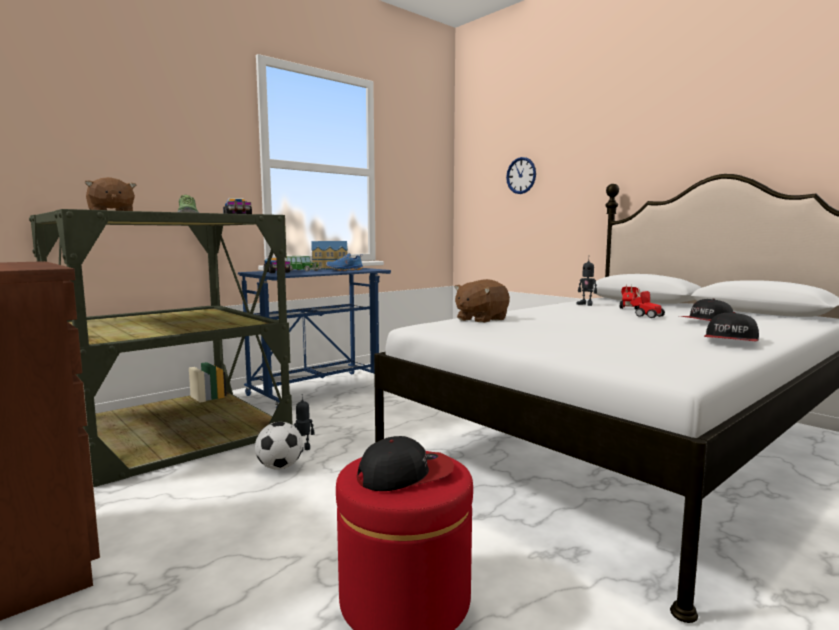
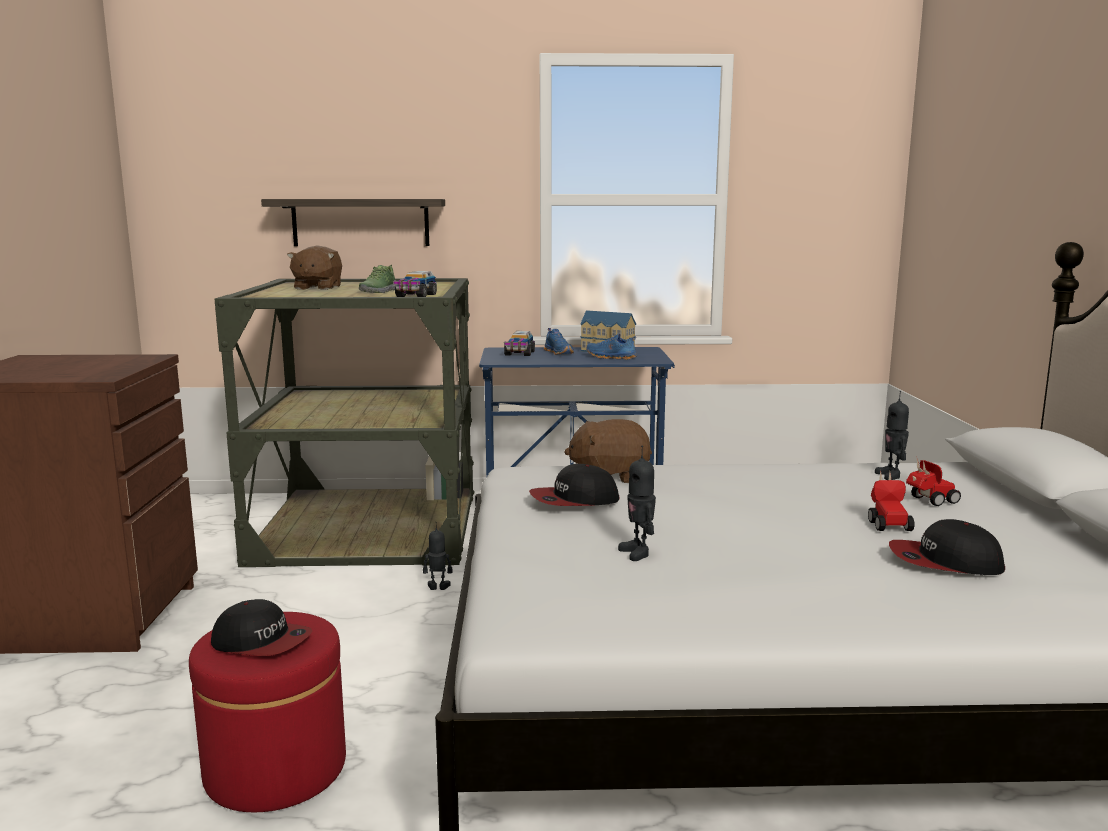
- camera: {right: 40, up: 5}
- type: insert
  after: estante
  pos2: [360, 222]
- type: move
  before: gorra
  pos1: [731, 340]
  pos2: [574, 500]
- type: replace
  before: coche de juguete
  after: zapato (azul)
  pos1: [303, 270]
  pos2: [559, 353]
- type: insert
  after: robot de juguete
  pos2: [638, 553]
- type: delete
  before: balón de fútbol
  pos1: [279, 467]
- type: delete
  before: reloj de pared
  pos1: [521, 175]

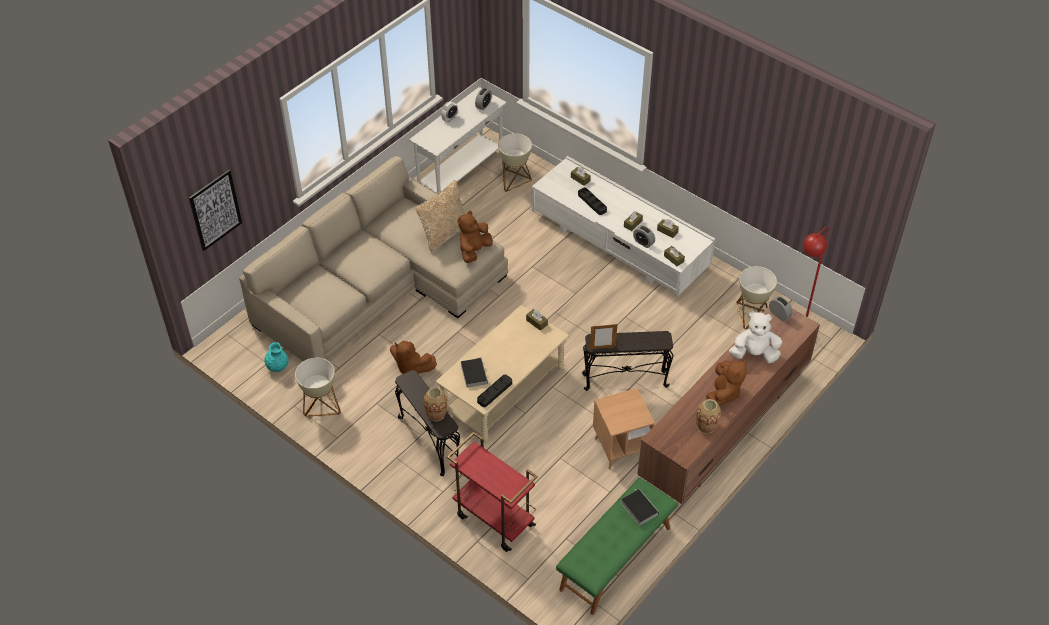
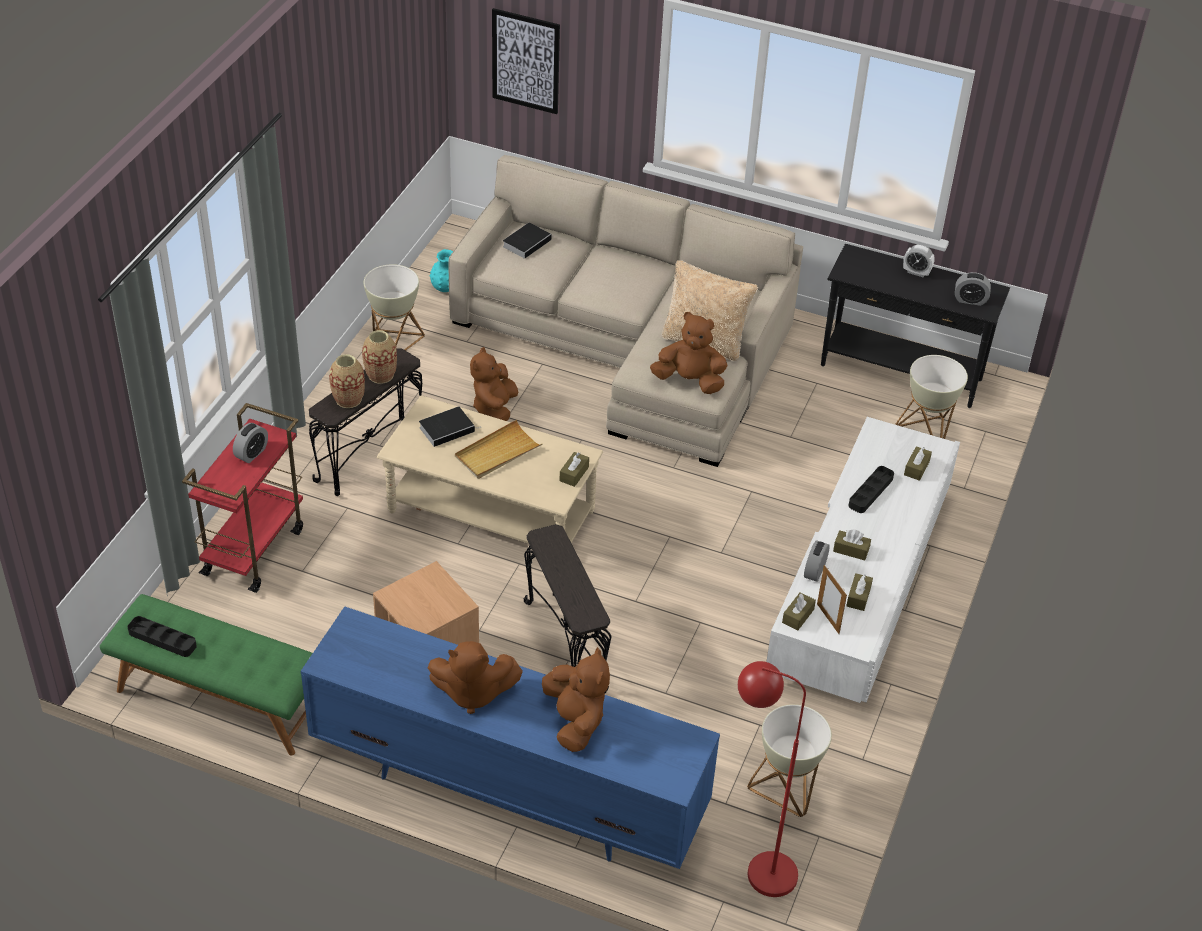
- camera: {right: 70, up: -5}
- type: move
  before: bandeja (negro)
  pos1: [494, 392]
  pos2: [162, 639]
- type: move
  before: despertador
  pos1: [779, 314]
  pos2: [251, 453]
- type: recolor
  before: armario (marrón)
  after: armario (azul)
  pos1: [724, 432]
  pos2: [505, 794]
- type: move
  before: florero
  pos1: [706, 426]
  pos2: [380, 375]
- type: insert
  after: bandeja (beis)
  pos2: [497, 453]
- type: move
  before: libro
  pos1: [638, 508]
  pos2: [527, 242]
- type: recolor
  before: peluche (blanco)
  after: peluche (marrón)
  pos1: [754, 354]
  pos2: [575, 721]
- type: move
  before: portarretratos
  pos1: [602, 347]
  pos2: [828, 619]
- type: recolor
  before: mesa consola (blanco)
  after: mesa consola (negro)
  pos1: [460, 173]
  pos2: [902, 372]

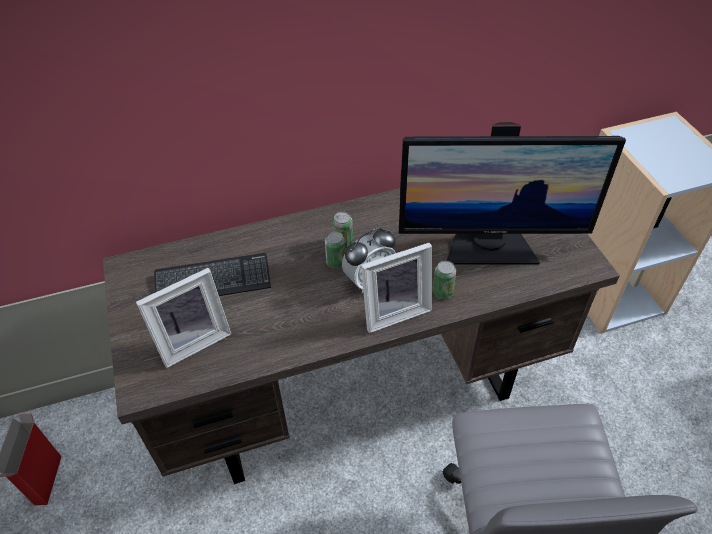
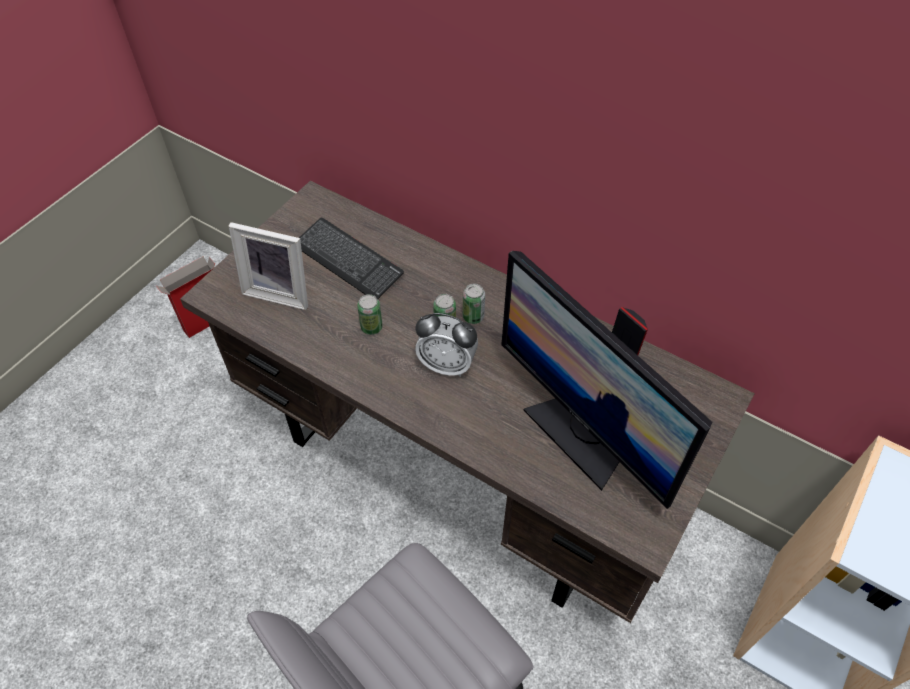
- camera: {right: 50, up: 5}
- type: move
  before: lata
  pos1: [442, 292]
  pos2: [371, 327]
- type: delete
  before: portarretratos
  pos1: [394, 310]

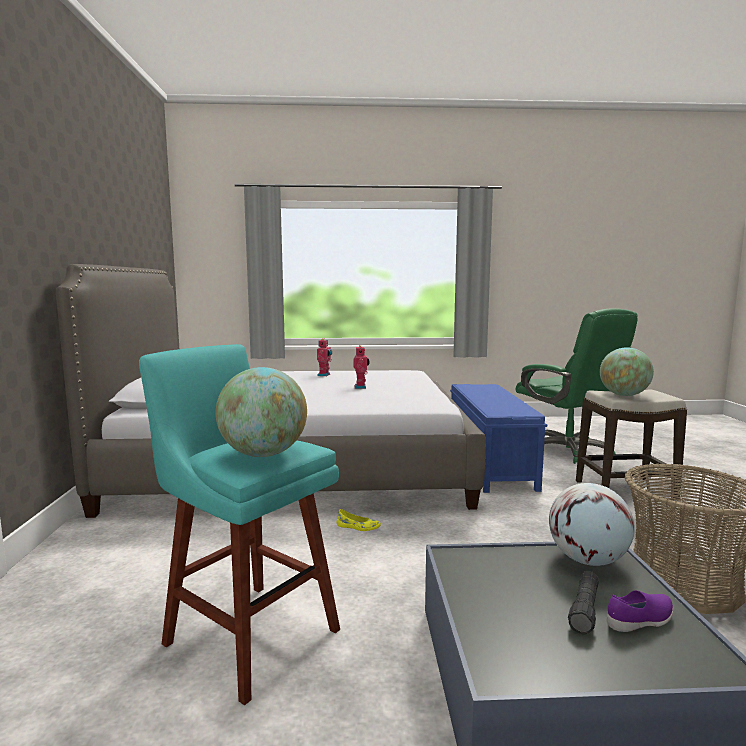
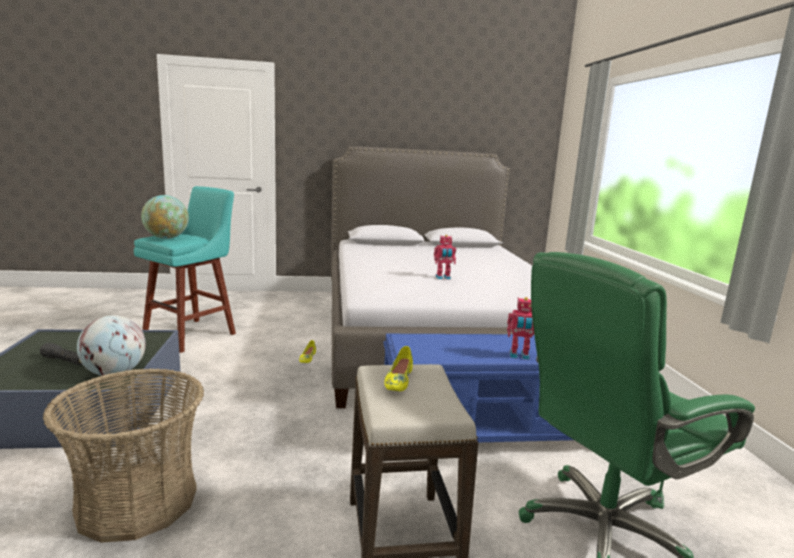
- camera: {right: 85, up: 5}
- type: replace
  before: globo terráqueo
  after: zapato (amarillo)
  pos1: [624, 395]
  pos2: [398, 379]
- type: move
  before: robot de juguete
  pos1: [324, 375]
  pos2: [519, 356]
- type: delete
  before: zapato (morado)
  pos1: [640, 621]

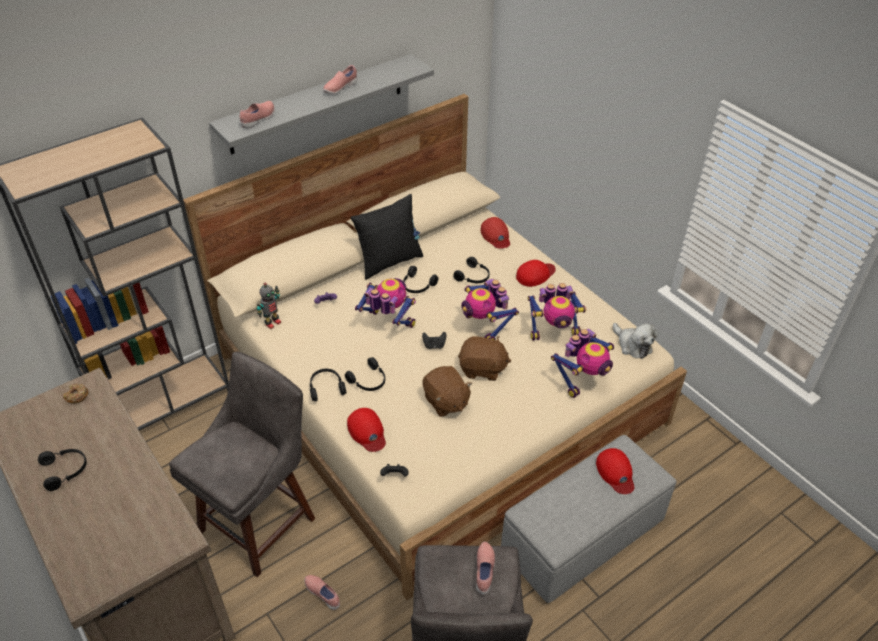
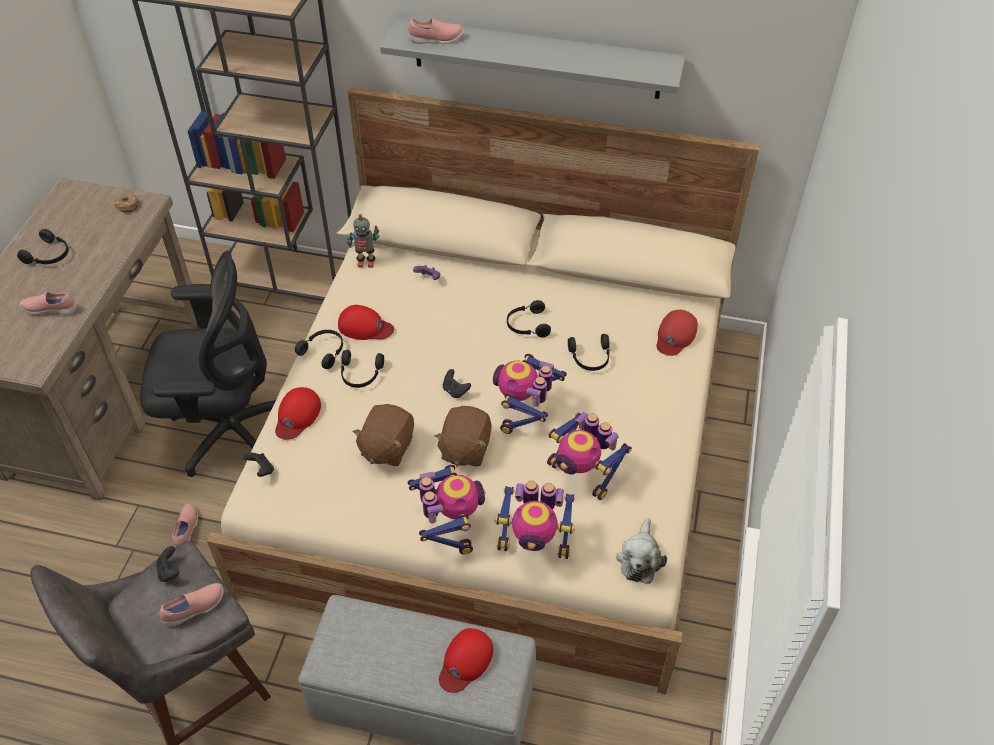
- camera: {right: 50, up: 5}
- type: move
  before: zapato (rosa)
  pos1: [340, 88]
  pos2: [50, 310]
- type: replace
  before: taburete (gris)
  after: silla de oficina (negro)
  pos1: [260, 521]
  pos2: [224, 432]
- type: insert
  after: mando de consola (negro)
  pos2: [169, 571]
- type: move
  before: gorra (rojo)
  pos1: [535, 275]
  pos2: [365, 327]
- type: move
  before: robot de juguete
  pos1: [388, 323]
  pos2: [448, 526]
- type: rotate
  before: peluche (marrón)
  pos1: [482, 369]
  pos2: [464, 449]
  turn: 45
- type: delete
  before: cojín (negro)
  pos1: [389, 262]

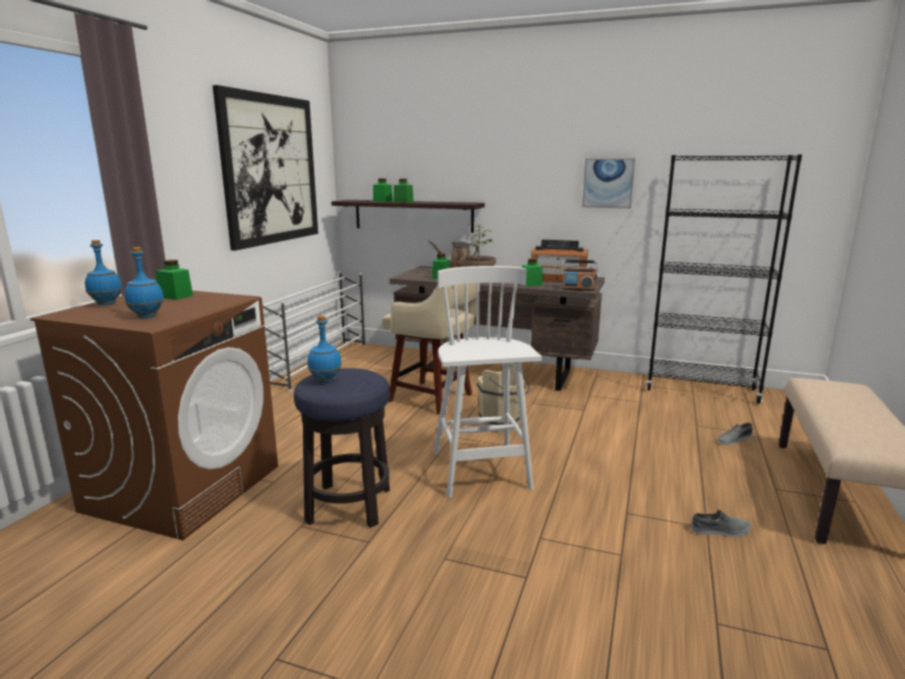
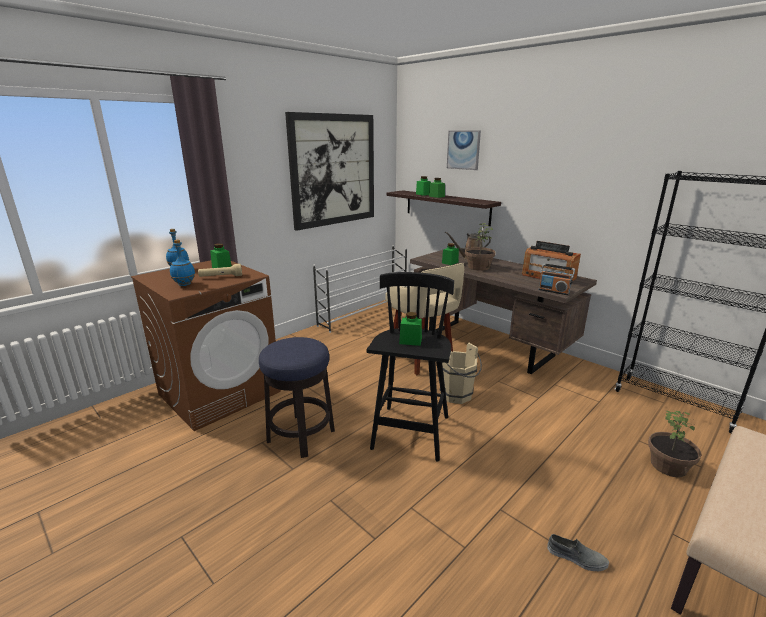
- camera: {right: 25, up: 5}
- type: insert
  after: linterna (beis)
  pos2: [221, 277]
- type: recolor
  before: taburete (blanco)
  after: taburete (negro)
  pos1: [481, 472]
  pos2: [410, 434]
- type: move
  before: tarro (verde)
  pos1: [531, 284]
  pos2: [410, 341]
- type: move
  before: cuadro
  pos1: [608, 183]
  pos2: [463, 150]
- type: replace
  before: zapato (gris)
  after: planta en maceta
  pos1: [734, 439]
  pos2: [668, 466]
- type: delete
  before: botella (azul)
  pos1: [325, 380]

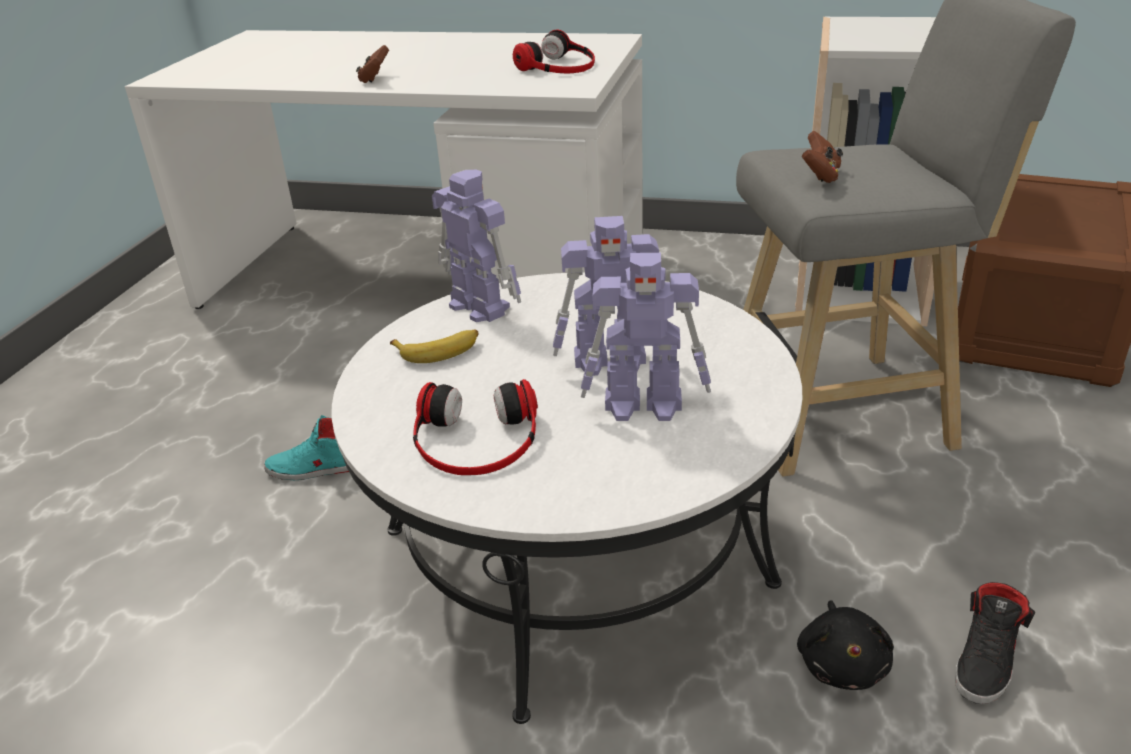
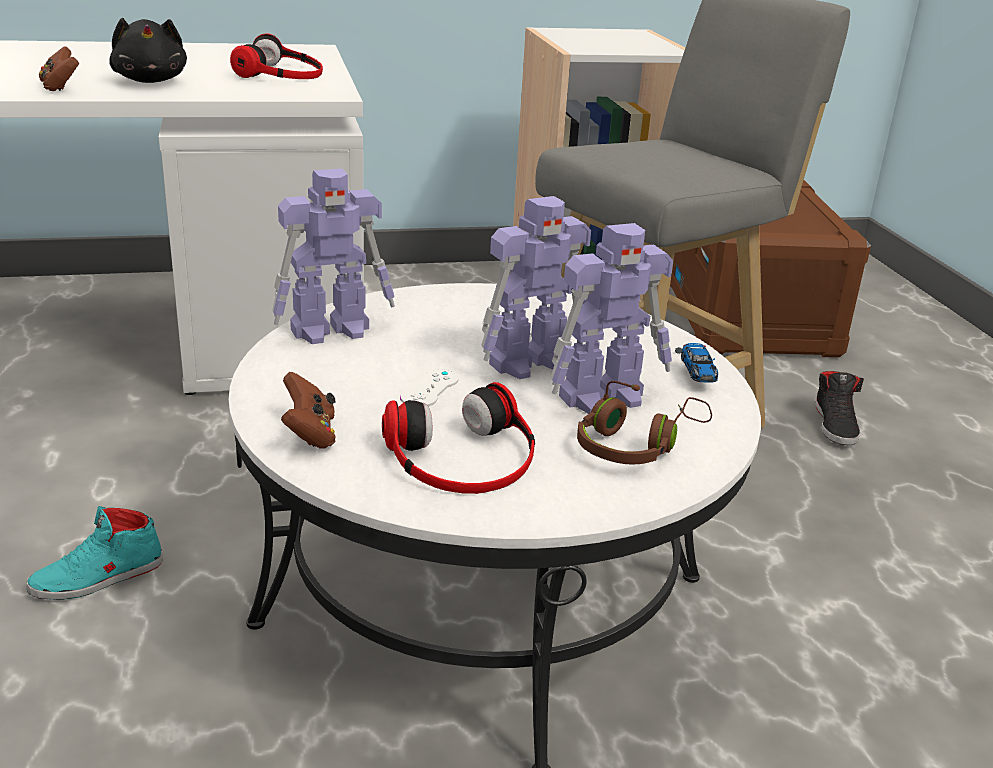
- camera: {right: -30, up: -5}
- type: move
  before: peluche (negro)
  pos1: [842, 664]
  pos2: [151, 81]
- type: rotate
  before: robot de juguete
  pos1: [478, 306]
  pos2: [333, 330]
  turn: 135
- type: move
  before: mando de consola (marrón)
  pos1: [820, 175]
  pos2: [310, 434]
- type: insert
  after: mando de consola (blanco)
  pos2: [429, 388]
- type: insert
  after: auriculares (marrón)
  pos2: [636, 445]
- type: insert
  after: coche de juguete
  pos2: [693, 372]
- type: move
  before: zapato (negro)
  pos1: [987, 659]
  pos2: [835, 425]
- type: delete
  before: plátano
  pos1: [438, 351]

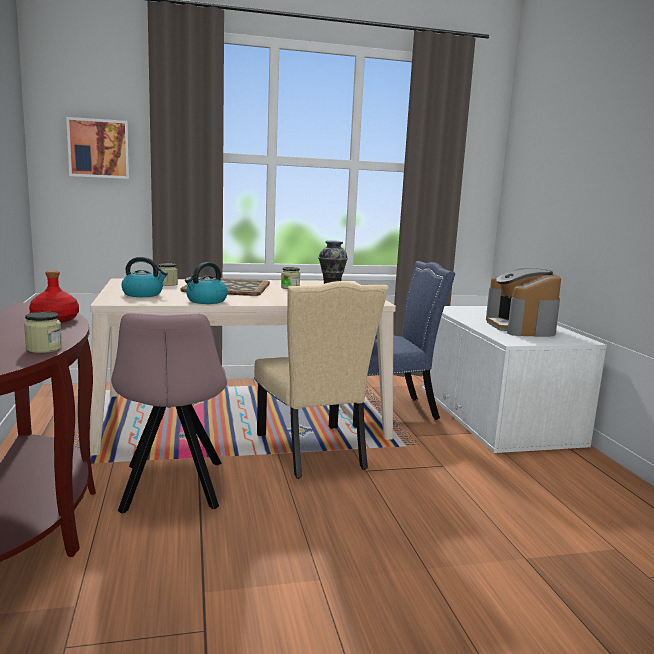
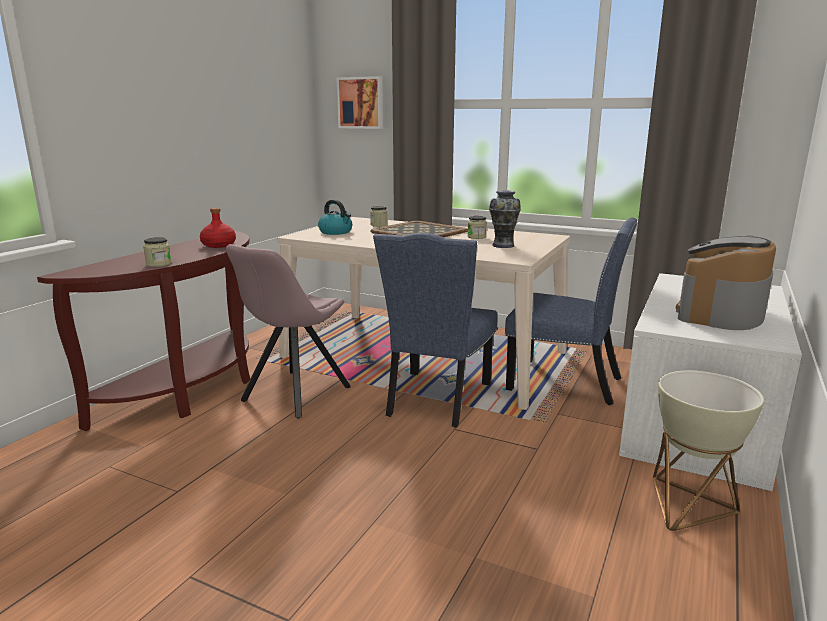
- camera: {right: 40, up: 5}
- type: recolor
  before: silla (beis)
  after: silla (azul)
  pos1: [312, 449]
  pos2: [437, 397]
- type: insert
  after: maceta
  pos2: [689, 507]
- type: delete
  before: hervidor
  pos1: [206, 301]

